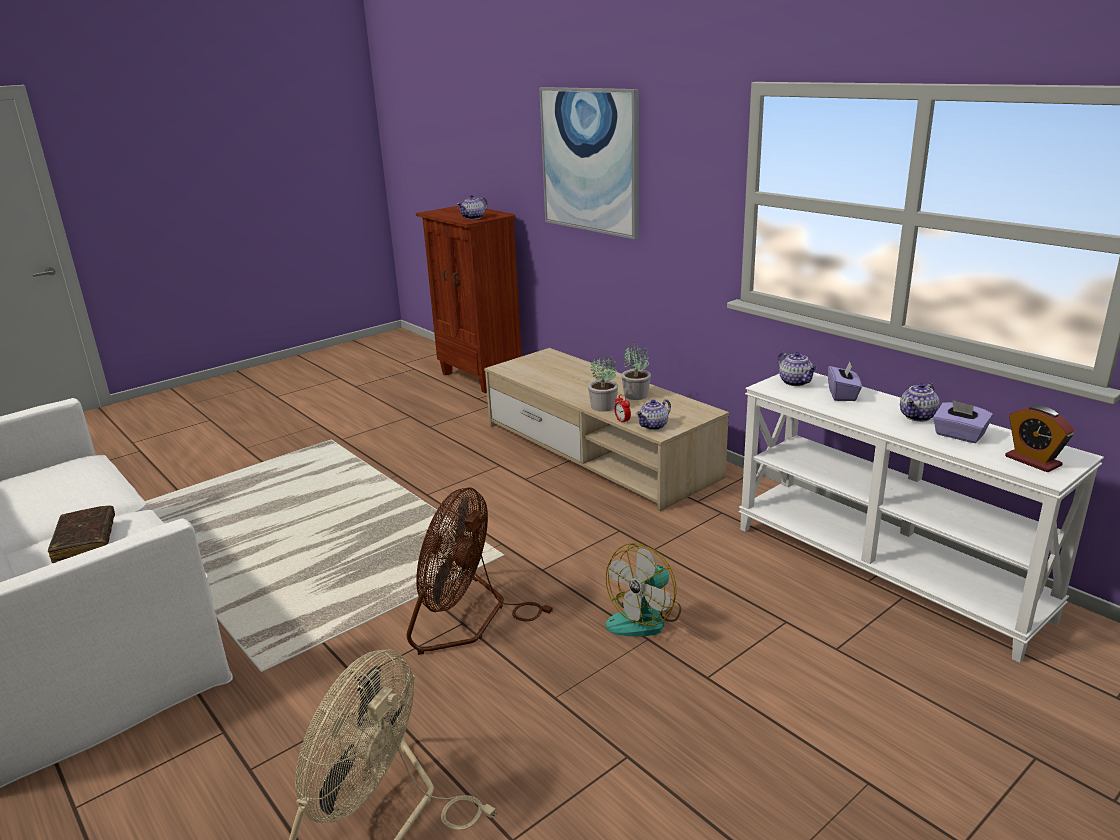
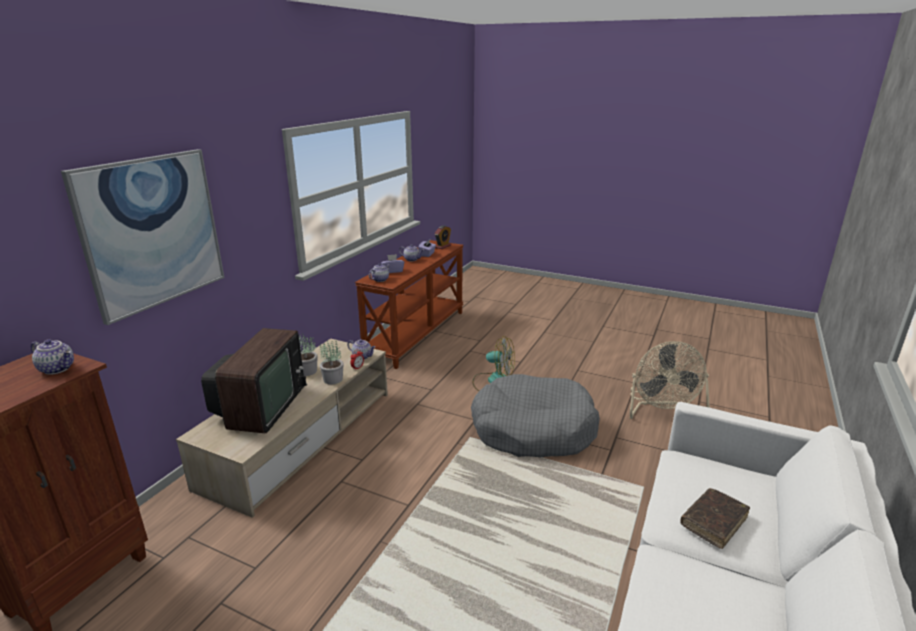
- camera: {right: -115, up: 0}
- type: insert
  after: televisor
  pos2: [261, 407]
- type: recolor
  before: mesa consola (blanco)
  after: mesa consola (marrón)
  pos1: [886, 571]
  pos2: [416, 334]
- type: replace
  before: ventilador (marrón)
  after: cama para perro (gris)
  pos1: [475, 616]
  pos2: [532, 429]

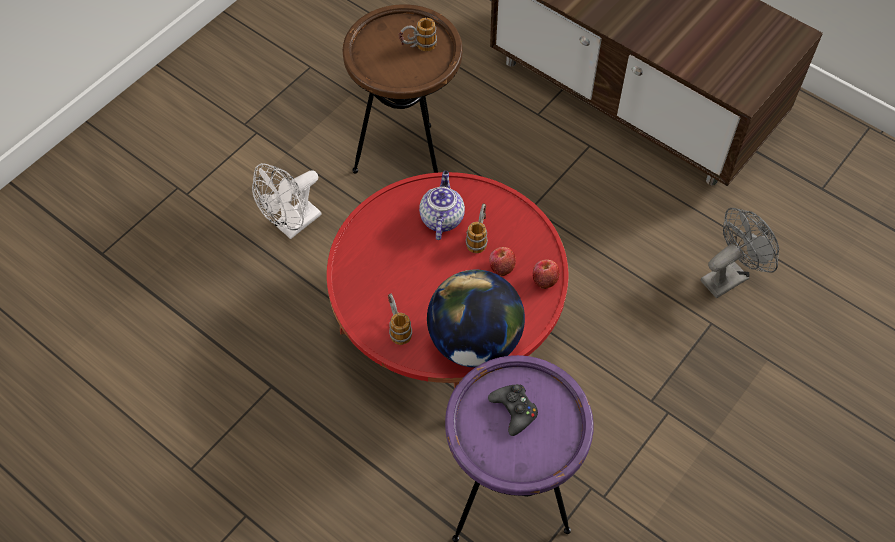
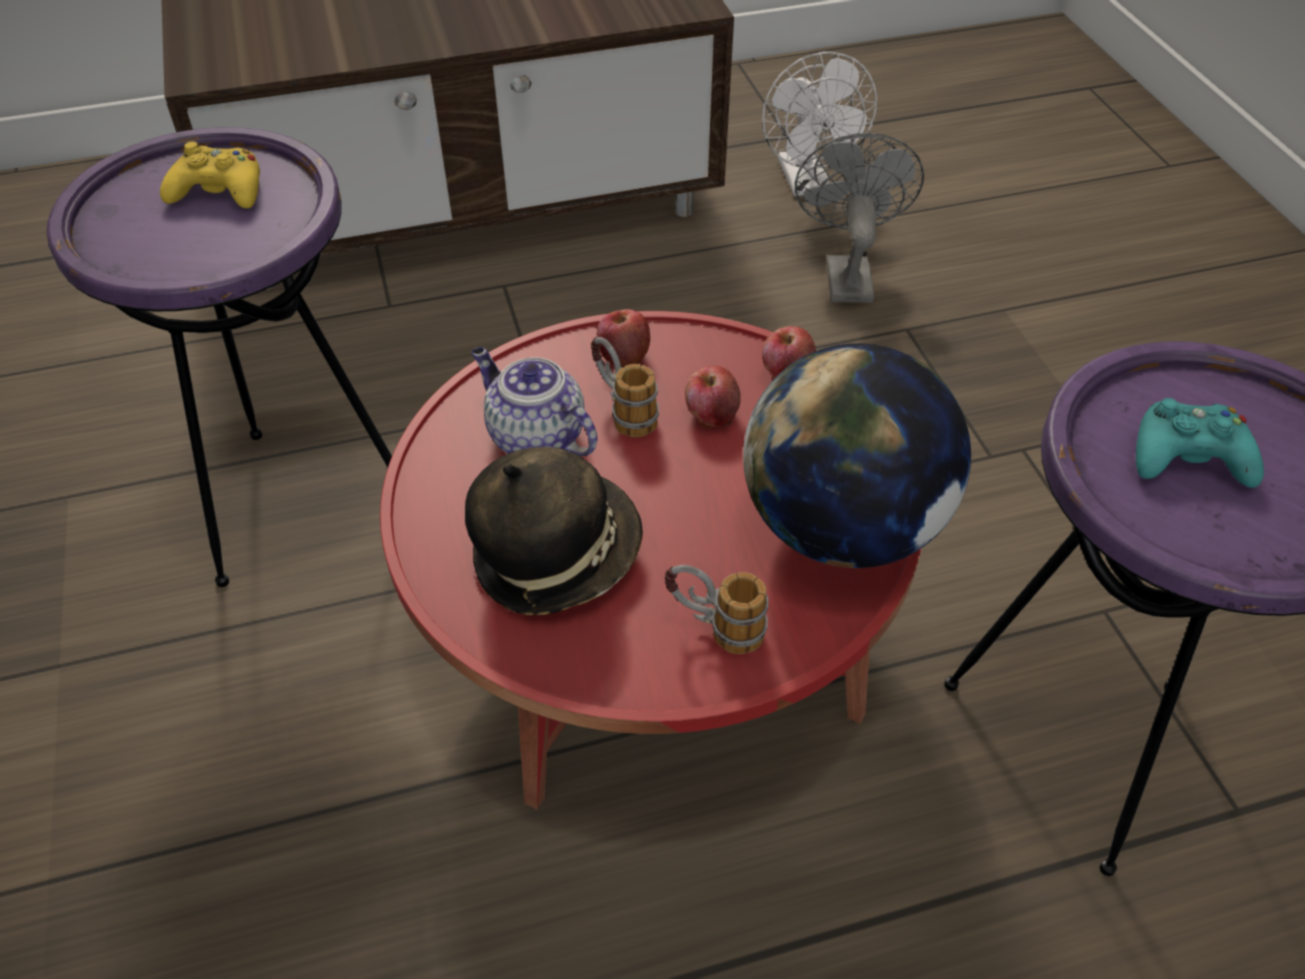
- camera: {right: -55, up: -10}
- type: recolor
  before: mesa auxiliar (marrón)
  after: mesa auxiliar (morado)
  pos1: [408, 164]
  pos2: [296, 502]
- type: replace
  before: taza grande
  after: mando de consola (amarillo)
  pos1: [418, 47]
  pos2: [219, 191]
- type: insert
  after: sombrero
  pos2: [556, 554]
- type: insert
  after: manzana
  pos2: [623, 355]
- type: move
  before: ventilador (blanco)
  pos1: [293, 225]
  pos2: [807, 184]
- type: recolor
  before: mando de consola (negro)
  after: mando de consola (turquesa)
  pos1: [514, 410]
  pos2: [1188, 457]

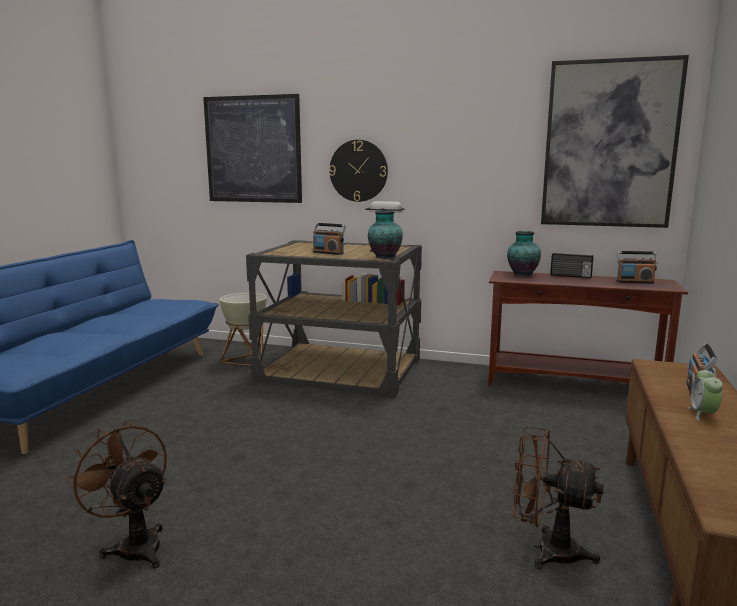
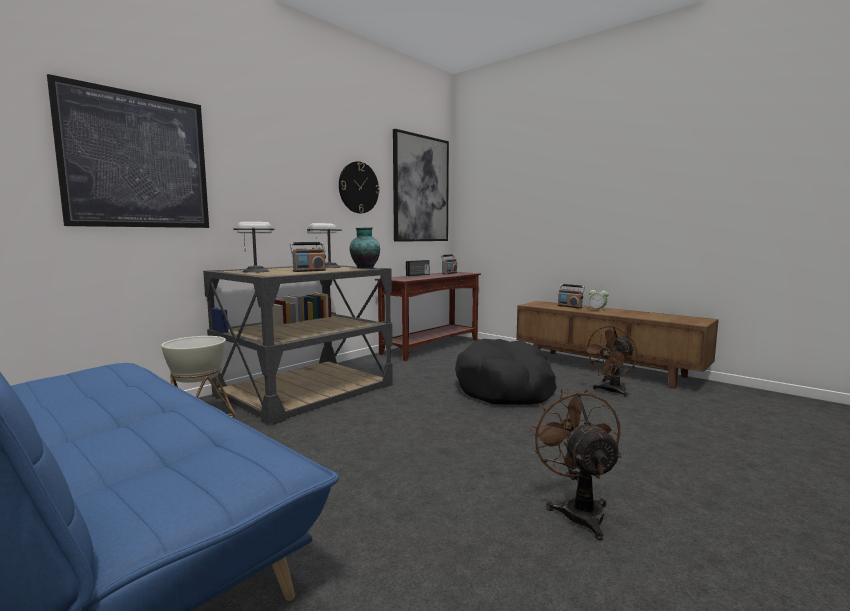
- camera: {right: -65, up: -5}
- type: insert
  after: lámpara de mesa
  pos2: [255, 271]
- type: move
  before: reloj de pared
  pos1: [358, 171]
  pos2: [358, 187]
- type: insert
  after: cama para perro (negro)
  pos2: [505, 387]
- type: rotate
  before: ventilador (marrón)
  pos1: [134, 544]
  pos2: [578, 510]
  turn: 105
- type: delete
  before: florero
  pos1: [521, 274]

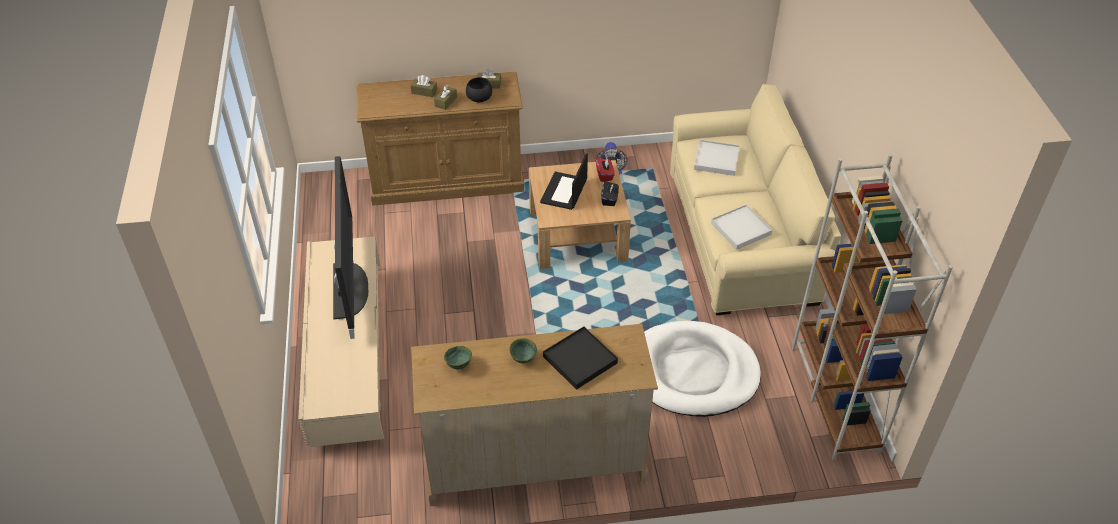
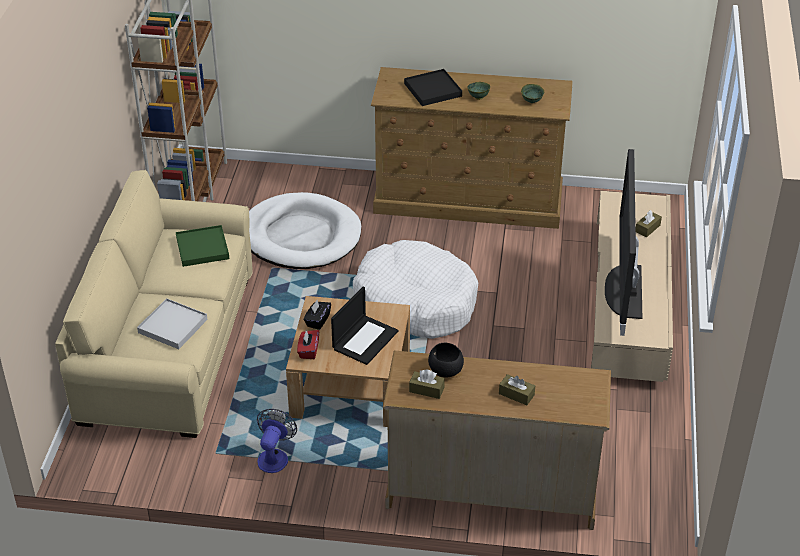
- camera: {right: -165, up: -5}
- type: recolor
  before: bandeja (blanco)
  after: bandeja (verde)
  pos1: [741, 229]
  pos2: [202, 248]
- type: insert
  after: cama para perro (blanco)
  pos2: [416, 302]
- type: move
  before: caja de pañuelos (marrón)
  pos1: [446, 102]
  pos2: [647, 228]

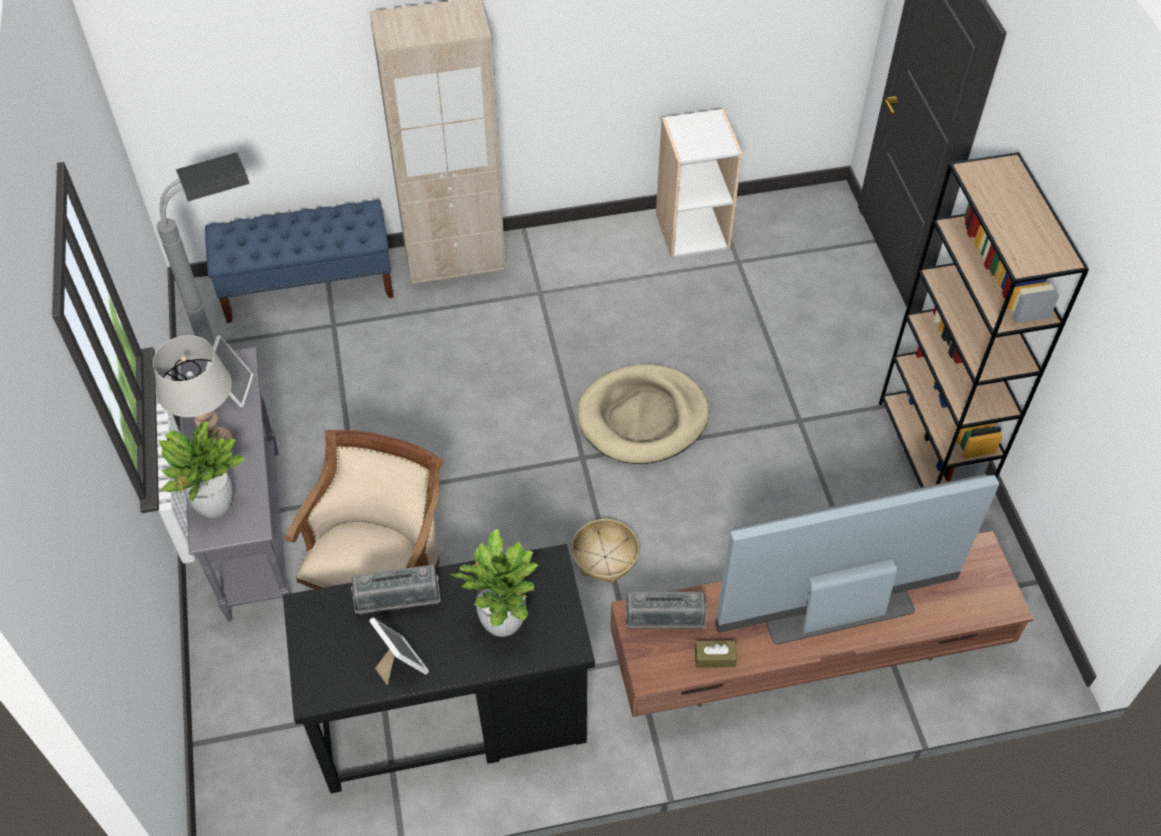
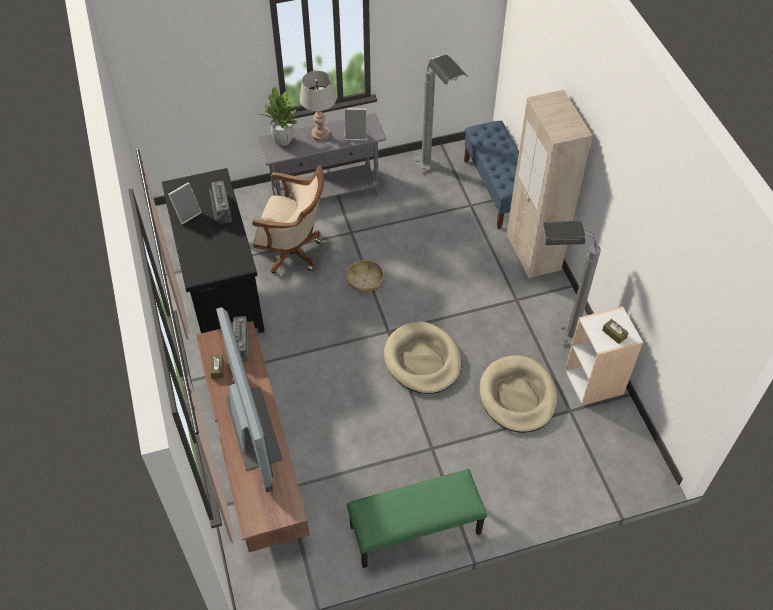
- camera: {right: 85, up: 0}
- type: move
  before: cesta
  pos1: [605, 557]
  pos2: [364, 280]
- type: replace
  before: estantería (beis)
  after: banco (verde)
  pos1: [932, 452]
  pos2: [415, 530]
- type: insert
  after: cama para perro (beis)
  pos2: [517, 396]
- type: insert
  after: lámpara de pie (gris)
  pos2: [553, 337]
- type: insert
  after: caja de pañuelos (marrón)
  pos2: [614, 334]
- type: delete
  before: planta en maceta
  pos1: [502, 622]

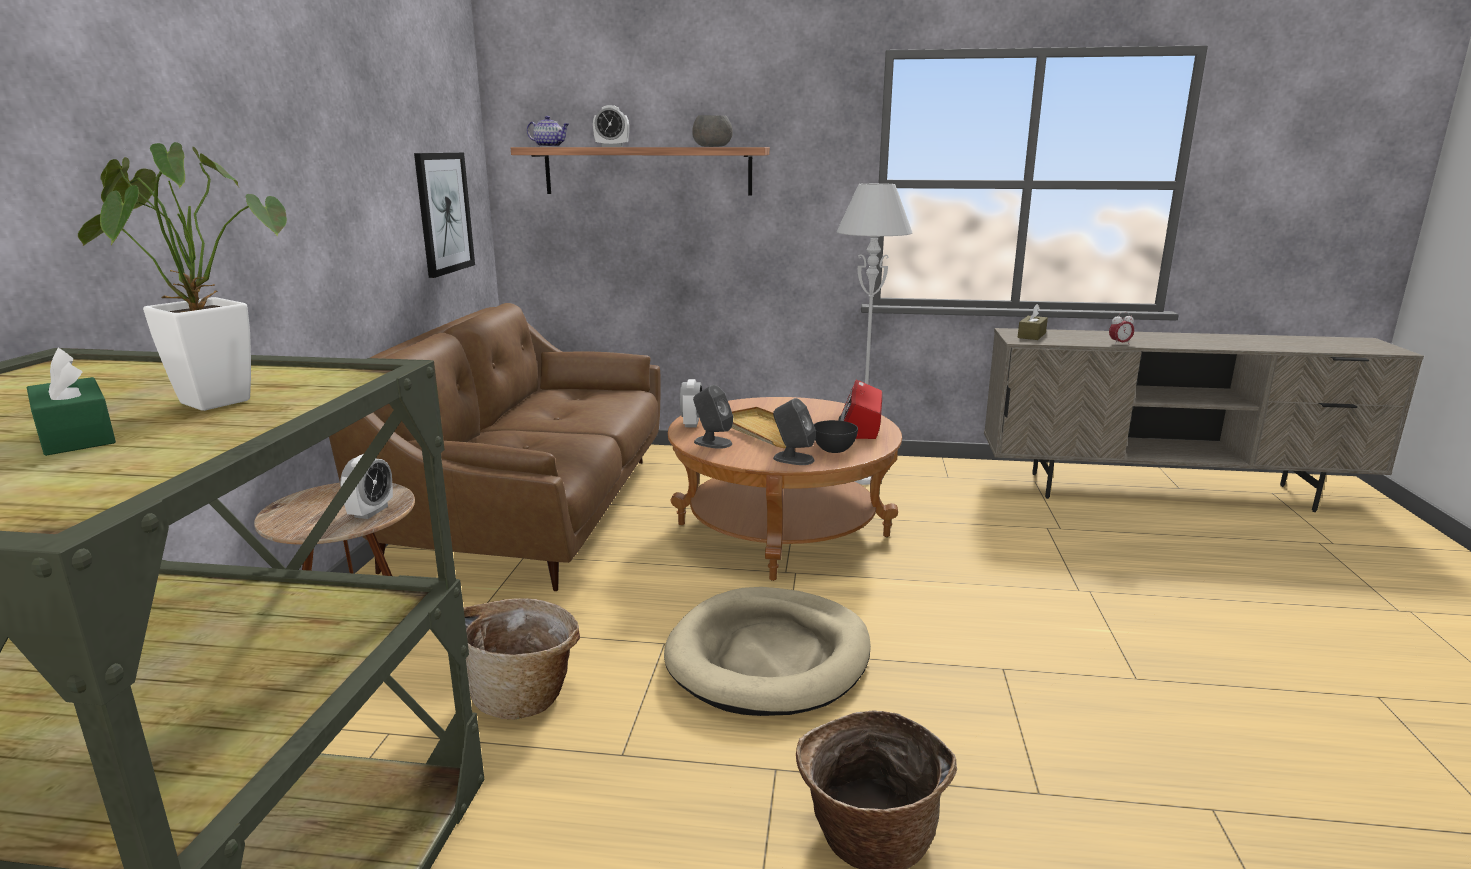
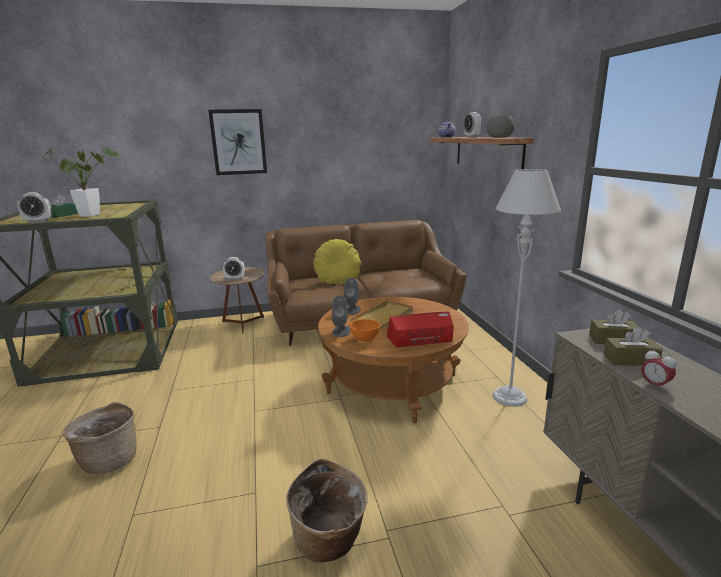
- camera: {right: 70, up: 0}
- type: move
  before: despertador
  pos1: [691, 423]
  pos2: [38, 221]
- type: move
  before: cuadro
  pos1: [444, 213]
  pos2: [238, 142]
- type: move
  before: cesta
  pos1: [525, 695]
  pos2: [330, 541]
- type: insert
  after: cojín (amarillo)
  pos2: [338, 282]
- type: recolor
  before: cuenco (gris)
  after: cuenco (naranja)
  pos1: [833, 450]
  pos2: [365, 339]
- type: insert
  after: caja de pañuelos (marrón)
  pos2: [630, 360]
- type: delete
  before: cama para perro (beis)
  pos1: [769, 657]

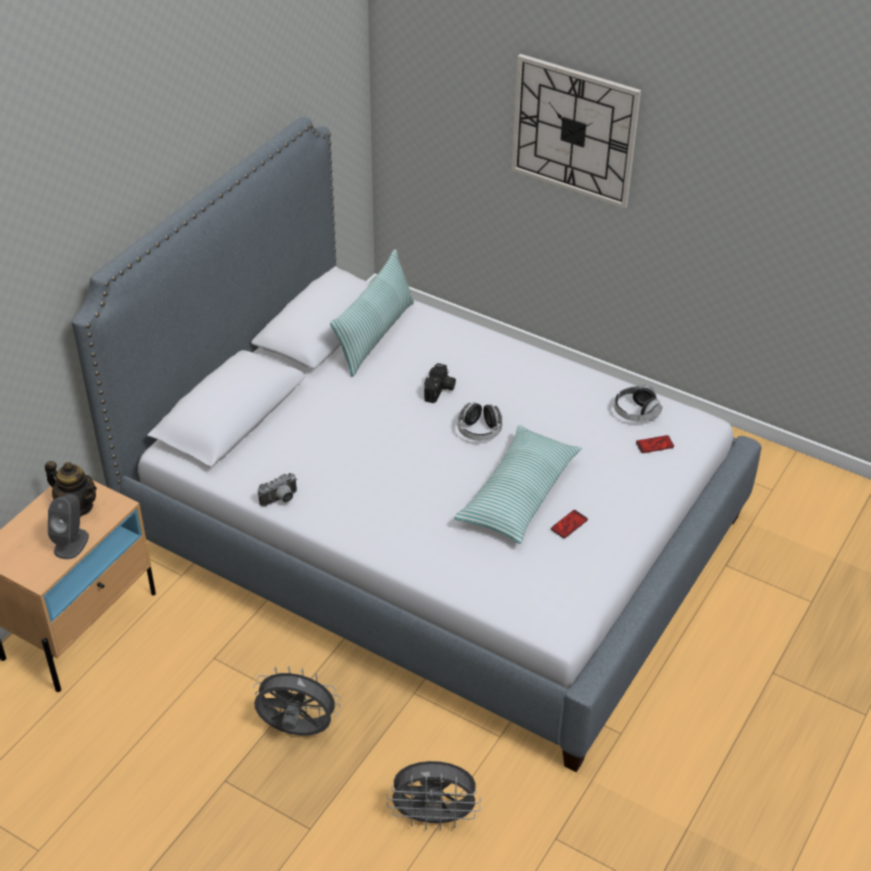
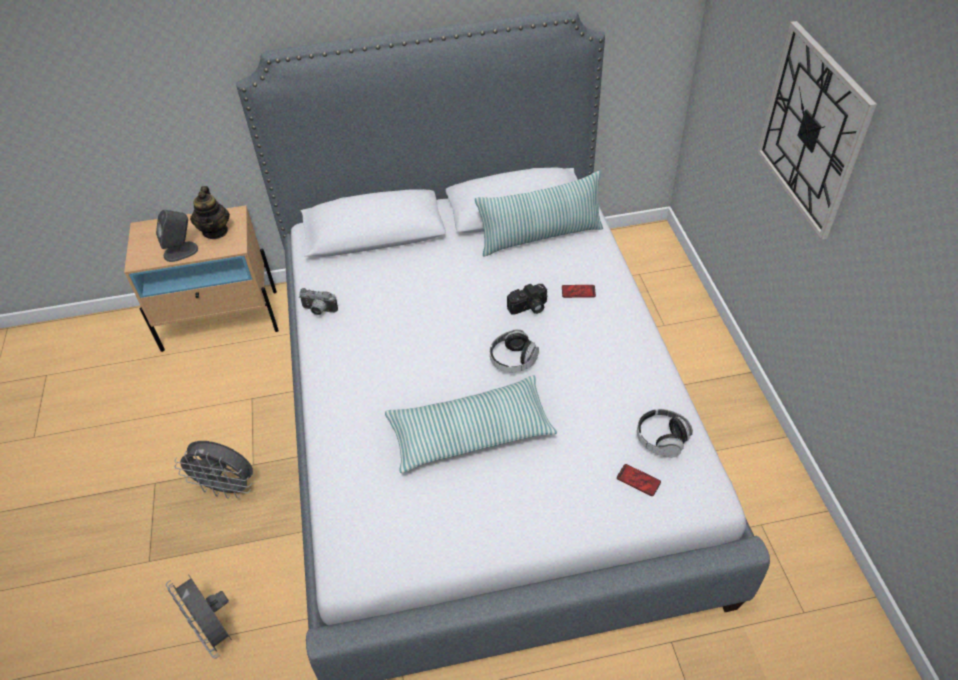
- camera: {right: 50, up: 5}
- type: rotate
  before: ventilador (gris)
  pos1: [296, 731]
  pos2: [227, 487]
  turn: 135
- type: move
  before: móvil
  pos1: [569, 524]
  pos2: [578, 292]

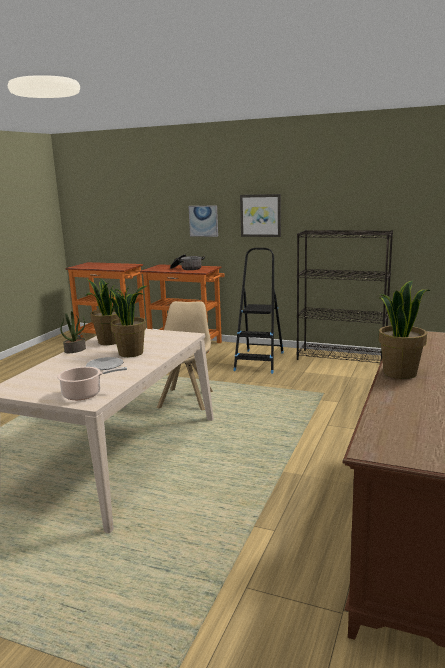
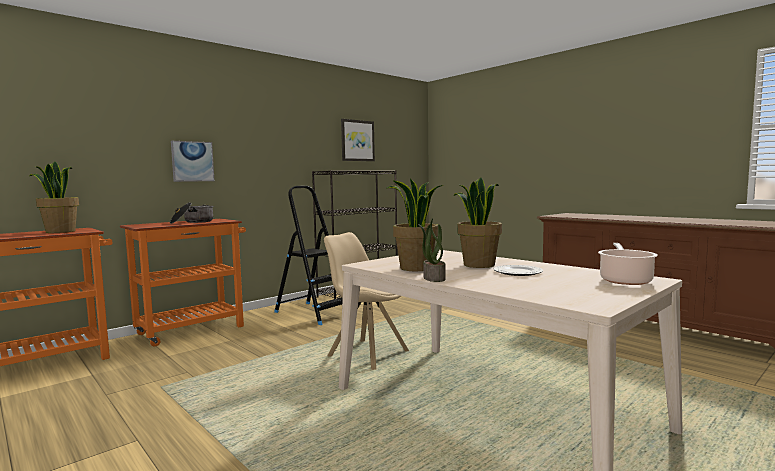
- camera: {right: -65, up: -10}
- type: move
  before: planta en maceta
  pos1: [399, 373]
  pos2: [60, 231]
- type: move
  before: cuadro
  pos1: [260, 215]
  pos2: [357, 140]

